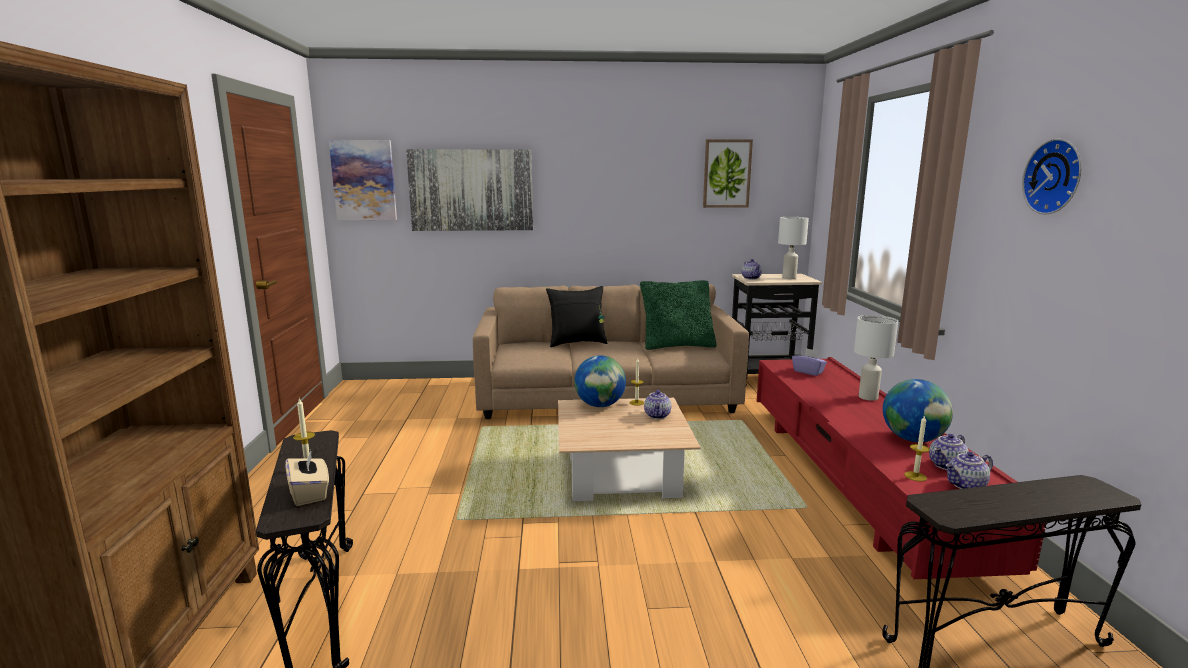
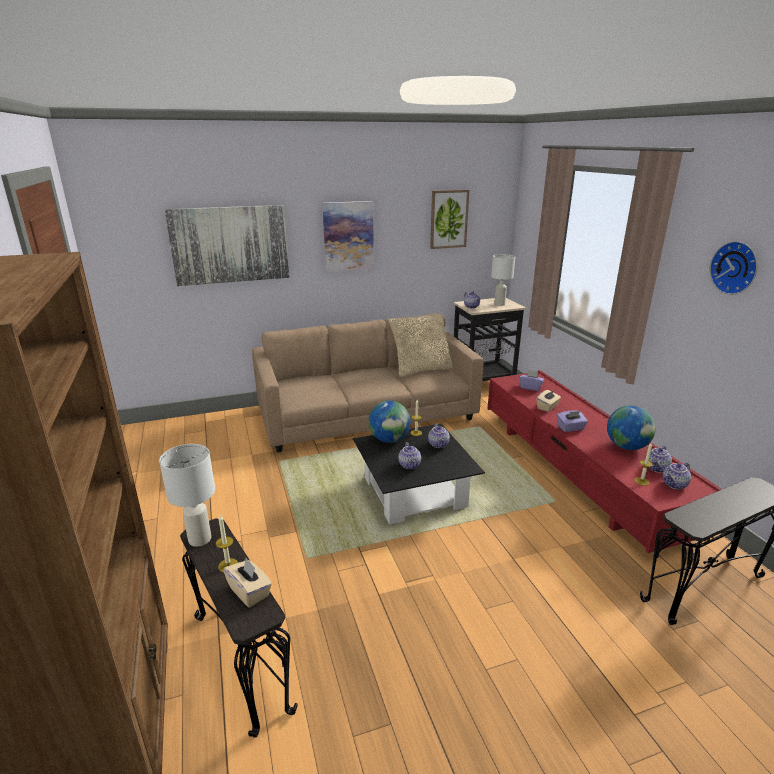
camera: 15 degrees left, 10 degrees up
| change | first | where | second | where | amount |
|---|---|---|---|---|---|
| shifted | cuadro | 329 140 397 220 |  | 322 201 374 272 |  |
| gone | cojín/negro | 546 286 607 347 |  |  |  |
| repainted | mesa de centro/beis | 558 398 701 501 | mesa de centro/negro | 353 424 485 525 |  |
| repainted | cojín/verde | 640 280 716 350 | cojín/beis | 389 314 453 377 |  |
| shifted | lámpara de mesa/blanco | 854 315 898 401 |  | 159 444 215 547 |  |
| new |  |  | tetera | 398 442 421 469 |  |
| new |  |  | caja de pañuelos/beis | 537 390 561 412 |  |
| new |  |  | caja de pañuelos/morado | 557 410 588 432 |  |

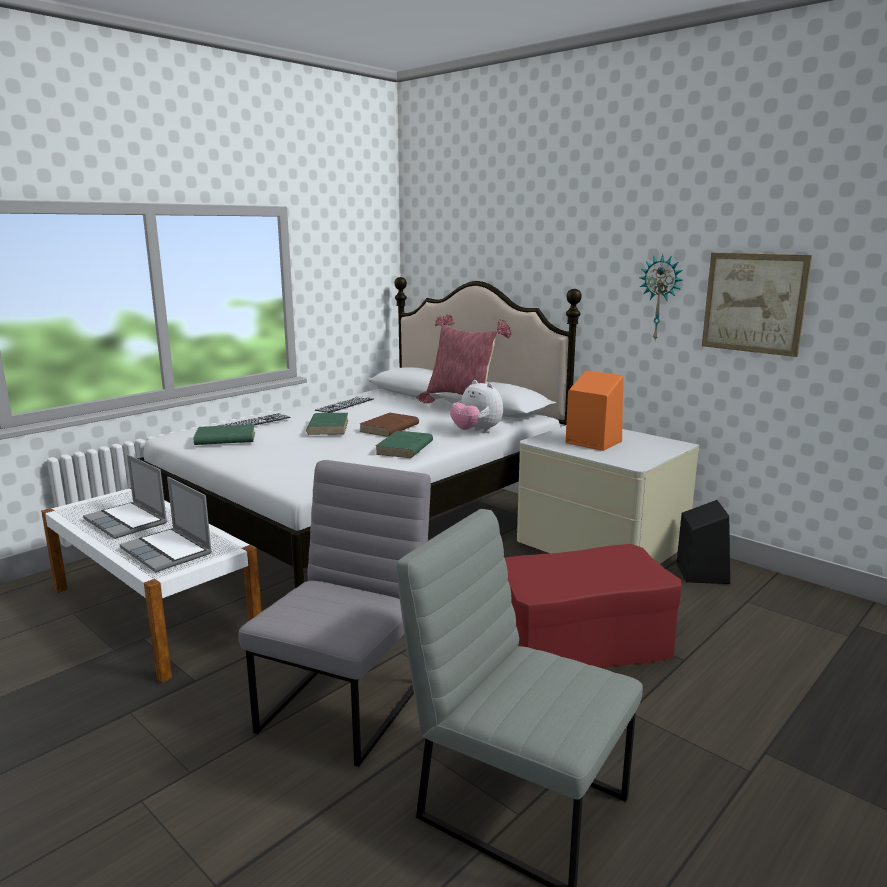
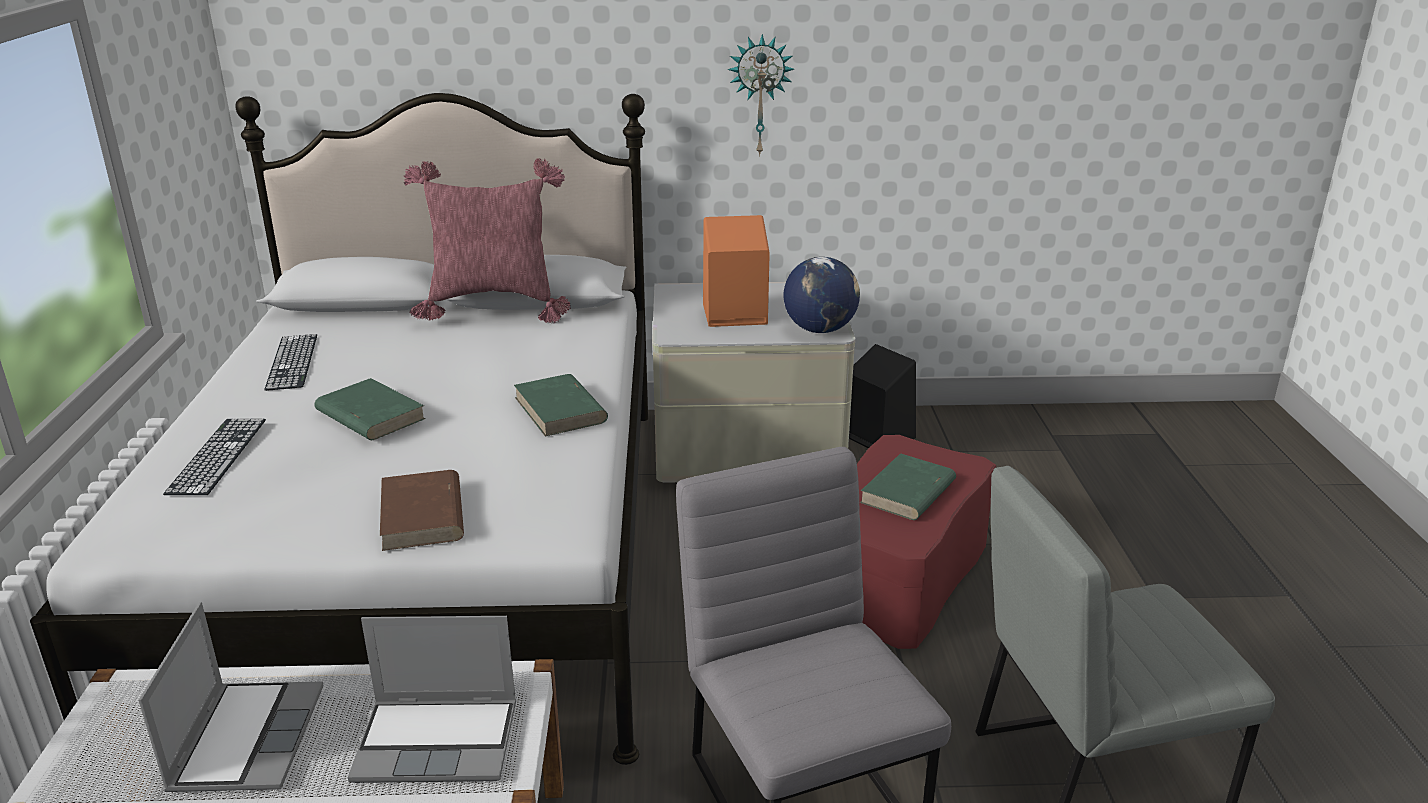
camera: 45 degrees left, 10 degrees up
| change | first | where | second | where | amount |
|---|---|---|---|---|---|
| rotated | portátil | 83 454 167 539 |  | 138 602 323 792 | 90 degrees counterclockwise |
| shifted | libro/verde | 194 424 255 445 |  | 860 453 956 520 |  |
| shifted | libro/marrón | 360 413 419 437 |  | 380 470 464 551 |  |
| gone | peluche | 450 380 503 433 |  |  |  |
| gone | cuadro | 702 253 812 357 |  |  |  |
| new |  |  | globo terráqueo | 783 257 860 333 |  |

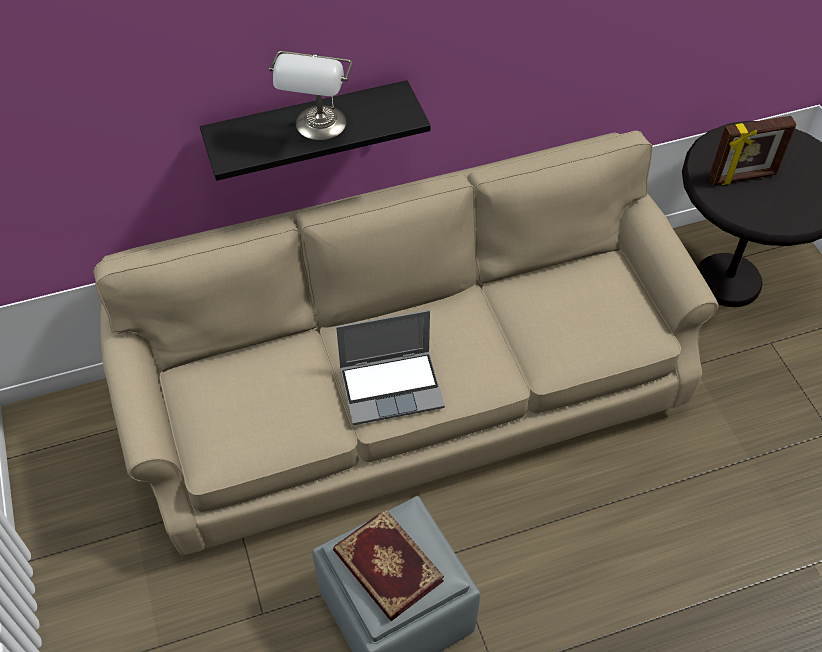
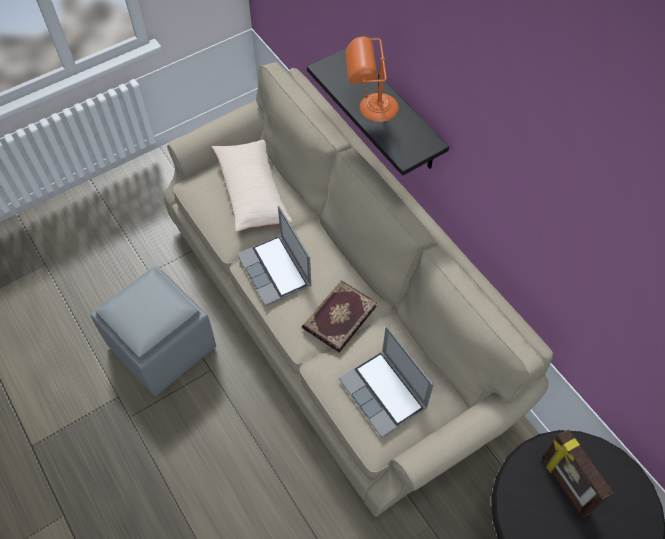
camera: 75 degrees right, 5 degrees up
| change | first | where | second | where | amount |
|---|---|---|---|---|---|
| repainted | lámpara de mesa/blanco | 269 51 353 140 | lámpara de mesa/naranja | 346 37 399 122 |  |
| shifted | libro | 333 509 444 621 |  | 302 280 377 353 |  |
| new |  |  | cojín/beis | 212 140 293 232 |  |
| new |  |  | portátil | 339 326 434 438 |  |

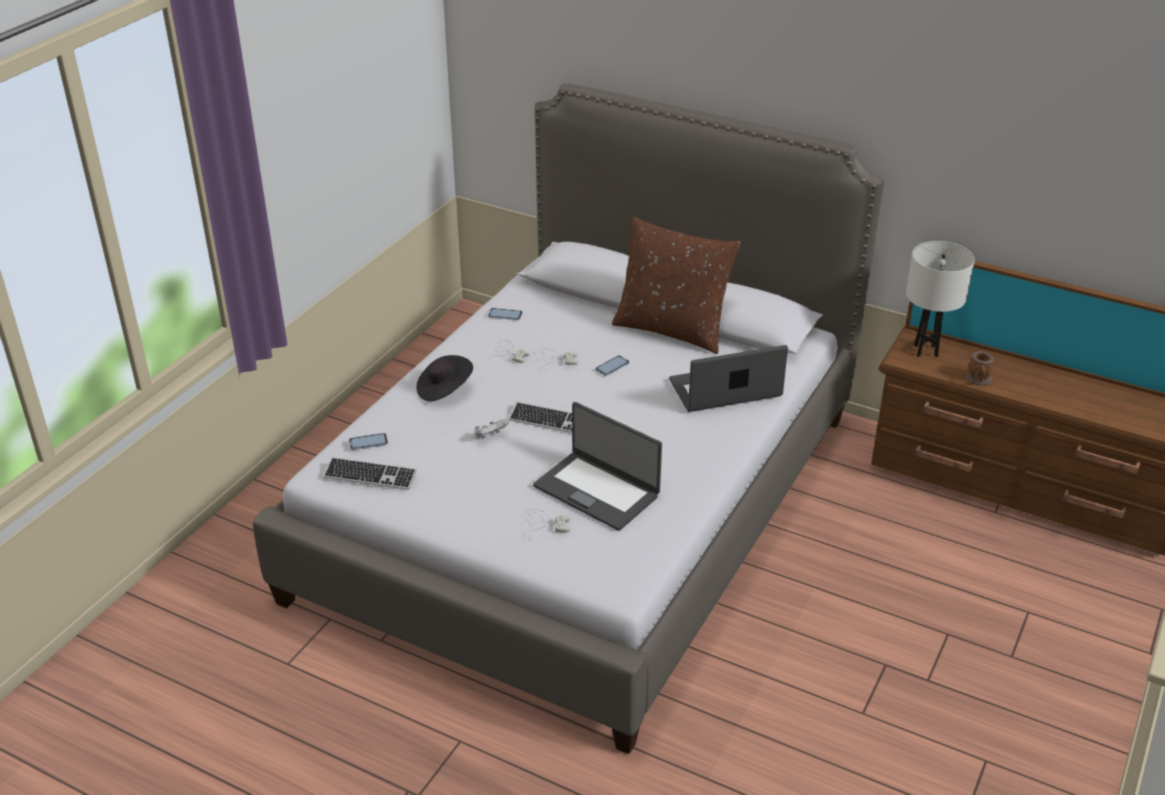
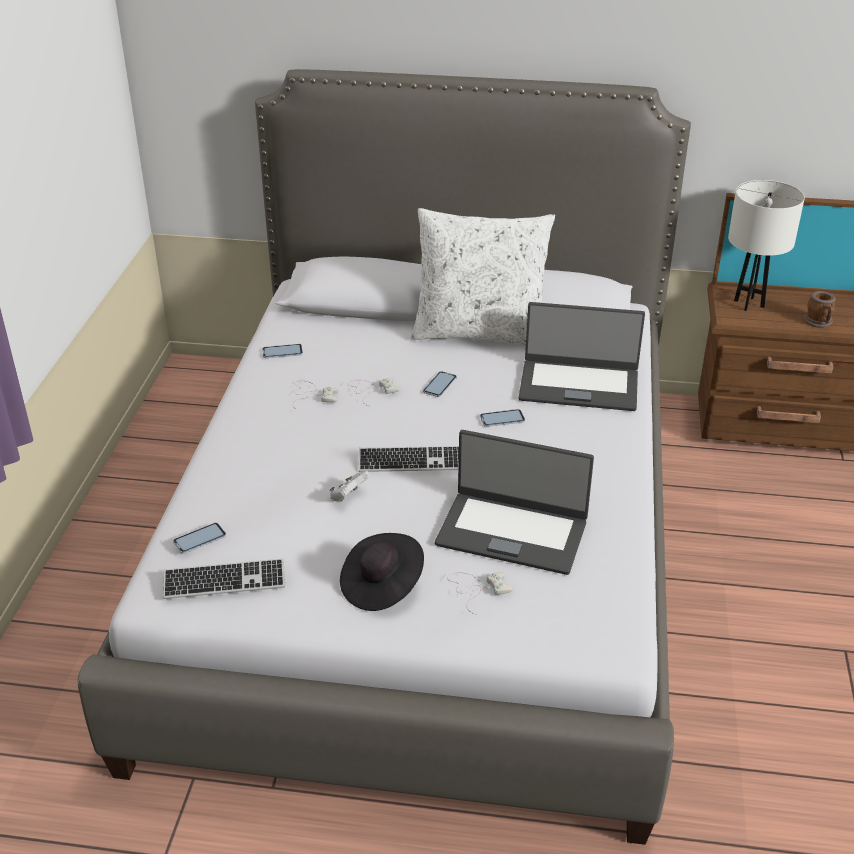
camera: 20 degrees left, 0 degrees up
| change | first | where | second | where | amount |
|---|---|---|---|---|---|
| shifted | sombrero/negro | 416 355 473 401 |  | 340 533 424 611 |  |
| repainted | cojín/marrón | 612 217 741 354 | cojín/blanco | 411 208 555 345 |  |
| rotated | portátil | 669 345 788 412 |  | 519 302 645 411 | 135 degrees counterclockwise |
| new |  |  | móvil | 480 409 525 427 |  |

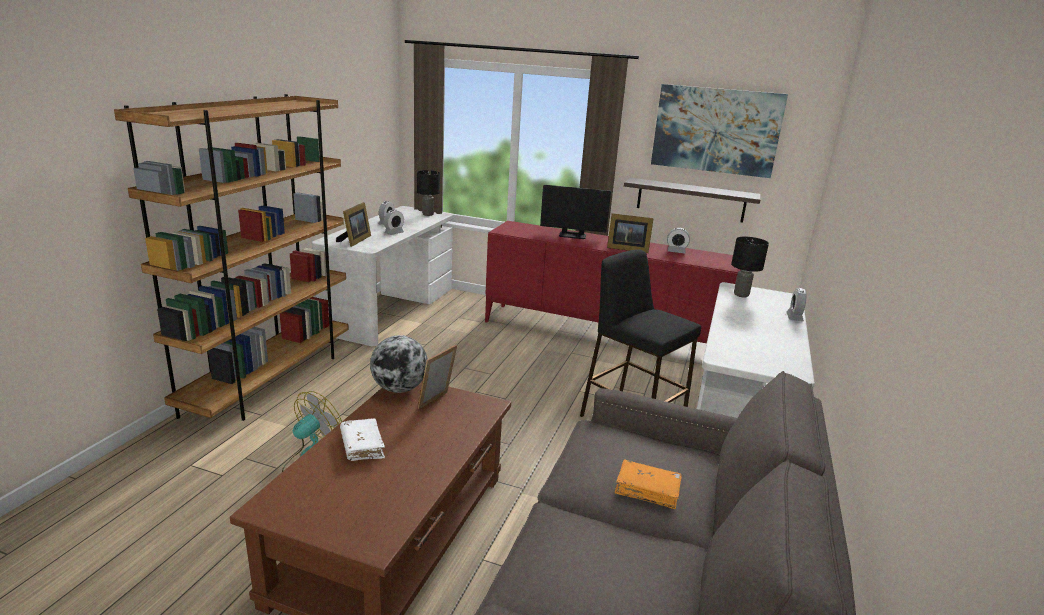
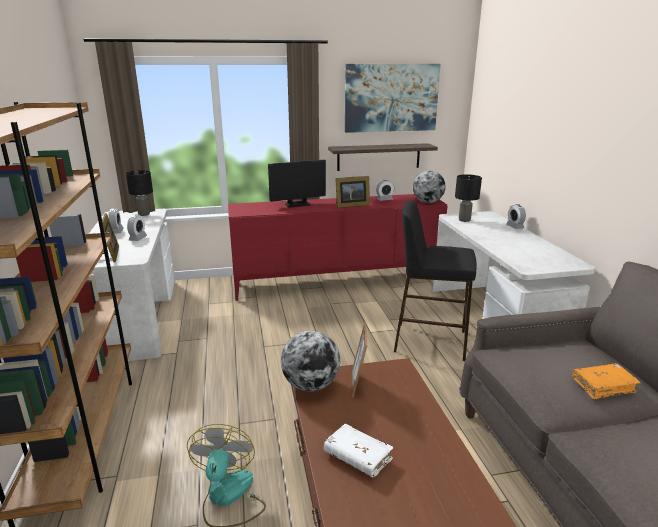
camera: 30 degrees left, 0 degrees up
| change | first | where | second | where | amount |
|---|---|---|---|---|---|
| new |  |  | globo terráqueo | 413 171 445 203 |  |

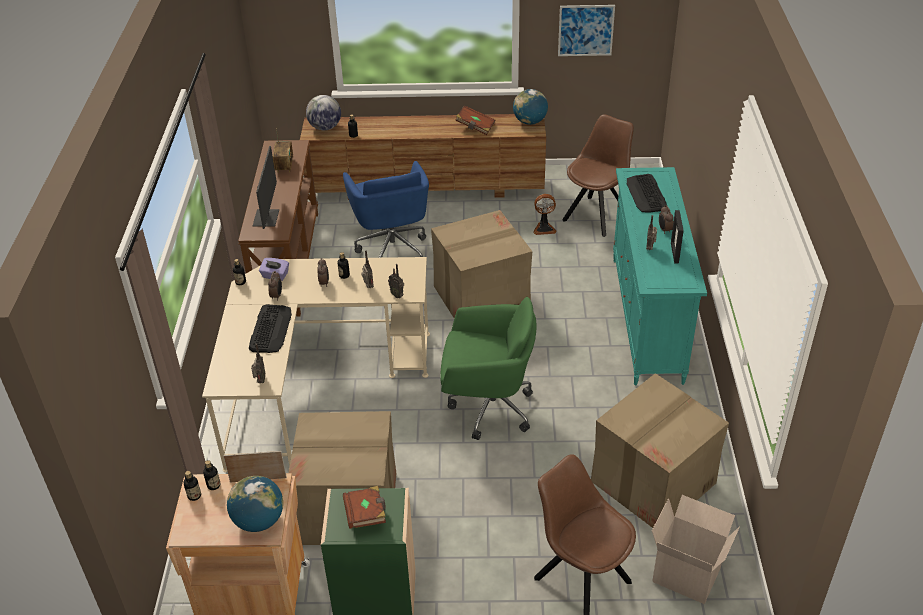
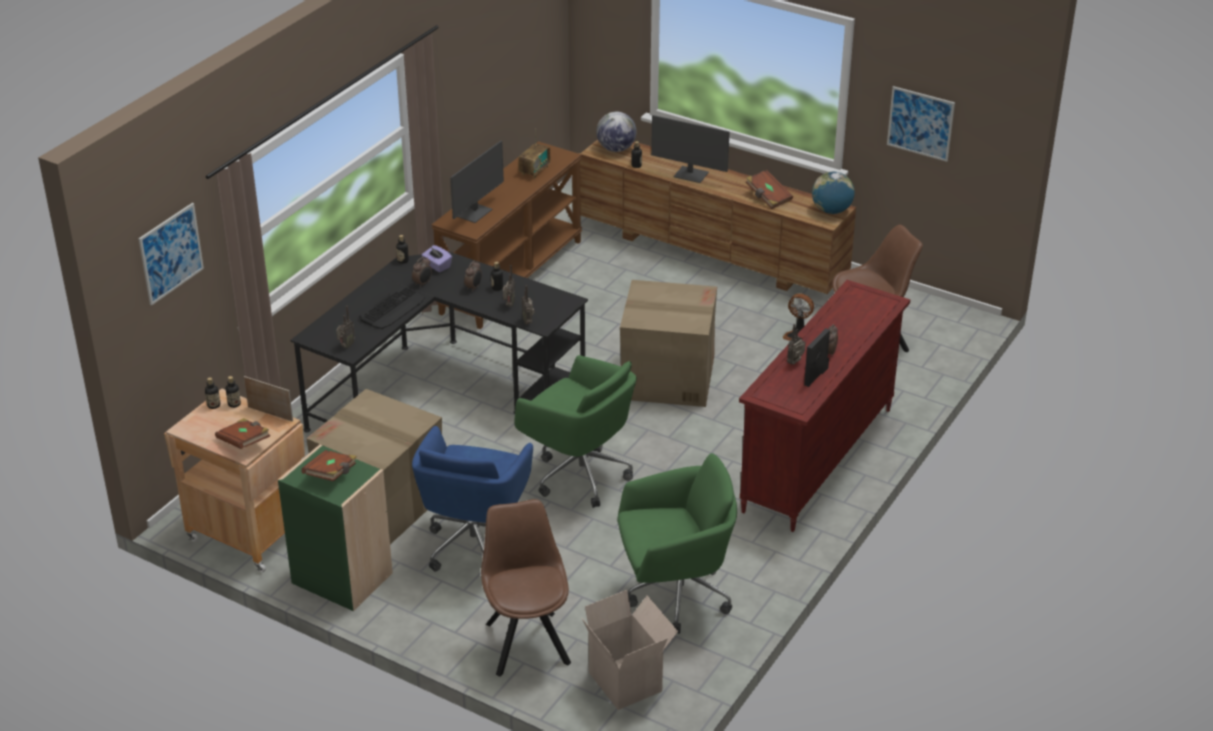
camera: 30 degrees right, 5 degrees down
| change | first | where | second | where | amount |
|---|---|---|---|---|---|
| repainted | escritorio/beis | 202 257 430 472 | escritorio/negro | 291 251 588 432 |  |
| swapped | globo terráqueo | 227 476 283 532 | libro/marrón | 215 418 270 449 |  |
| shifted | silla de oficina/azul | 343 161 429 258 |  | 412 426 533 572 |  |
| swapped | caja de cartón | 591 373 729 528 | silla de oficina/verde | 617 453 737 634 |  |
| repainted | cómoda/turquesa | 613 167 707 386 | cómoda/rojo | 739 280 910 532 |  |
| gone | teclado | 627 174 667 213 |  |  |  |
| new |  |  | cuadro | 138 203 204 305 |  |
| new |  |  | monitor | 651 115 730 183 |  |

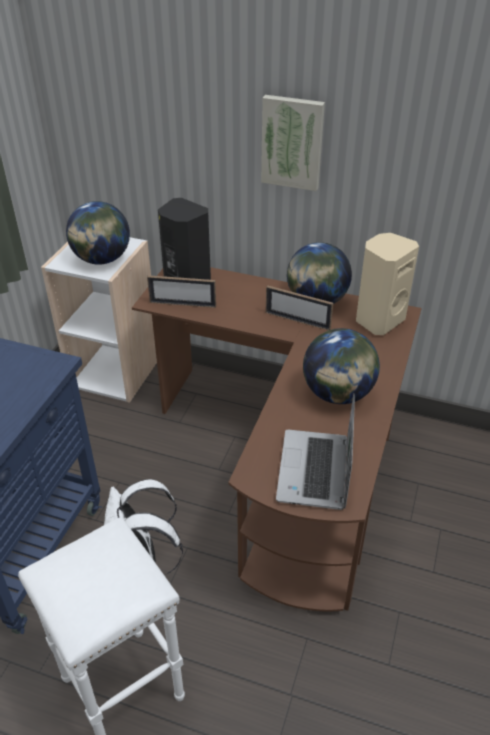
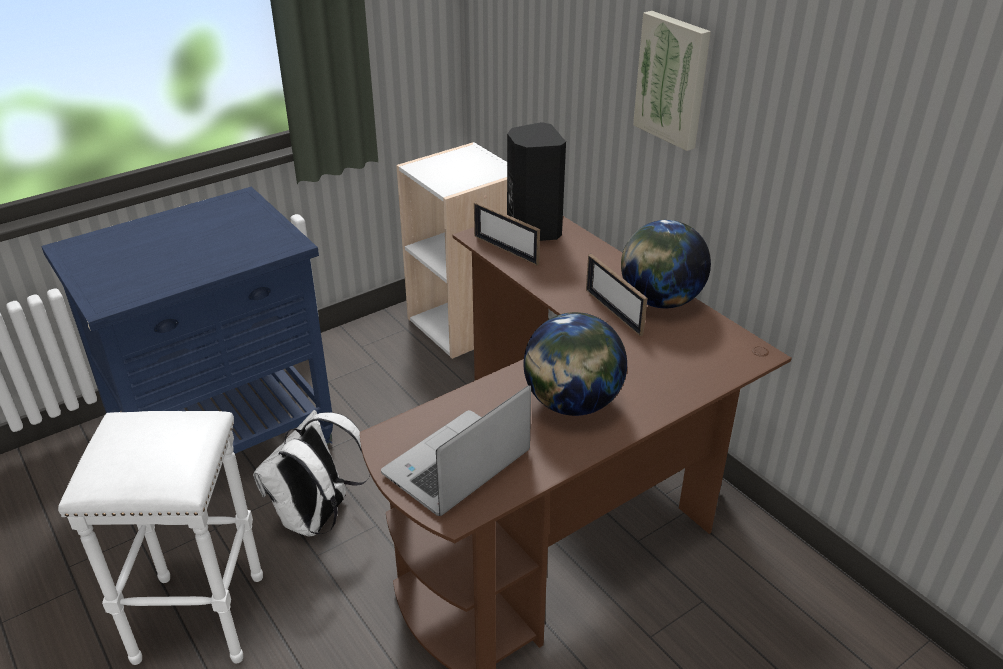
camera: 35 degrees right, 5 degrees down
| change | first | where | second | where | amount |
|---|---|---|---|---|---|
| gone | globo terráqueo | 66 201 130 265 |  |  |  |
| gone | altavoz/beis | 356 233 419 335 |  |  |  |

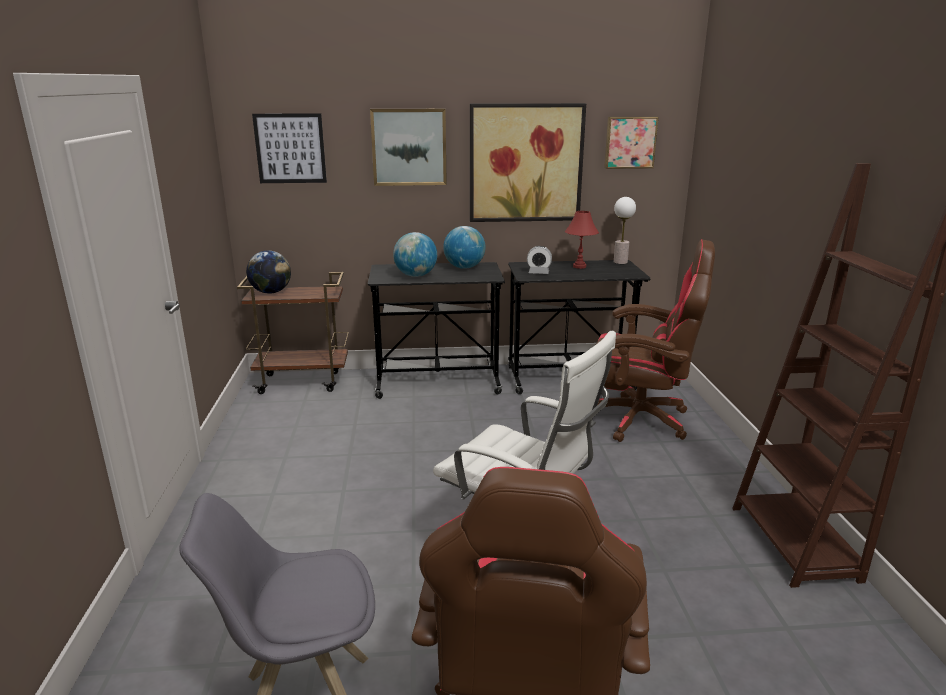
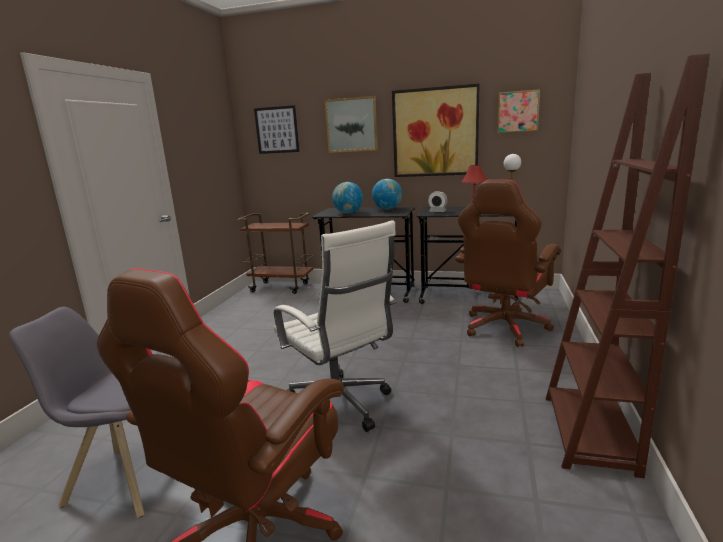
camera: 20 degrees right, 5 degrees down
| change | first | where | second | where | amount |
|---|---|---|---|---|---|
| gone | globo terráqueo | 246 251 291 294 |  |  |  |
| rotated | silla de oficina/marrón | 596 239 715 442 |  | 455 180 561 347 | 90 degrees clockwise |

